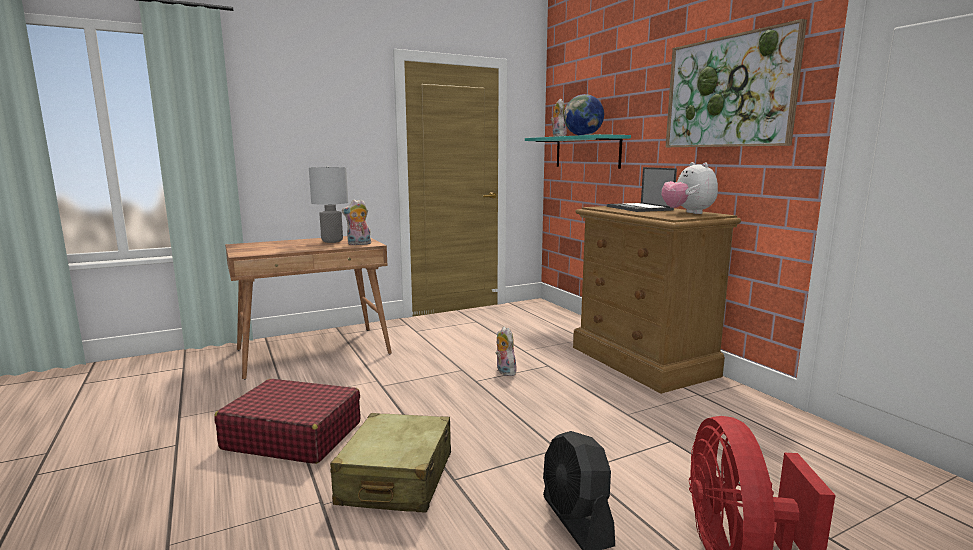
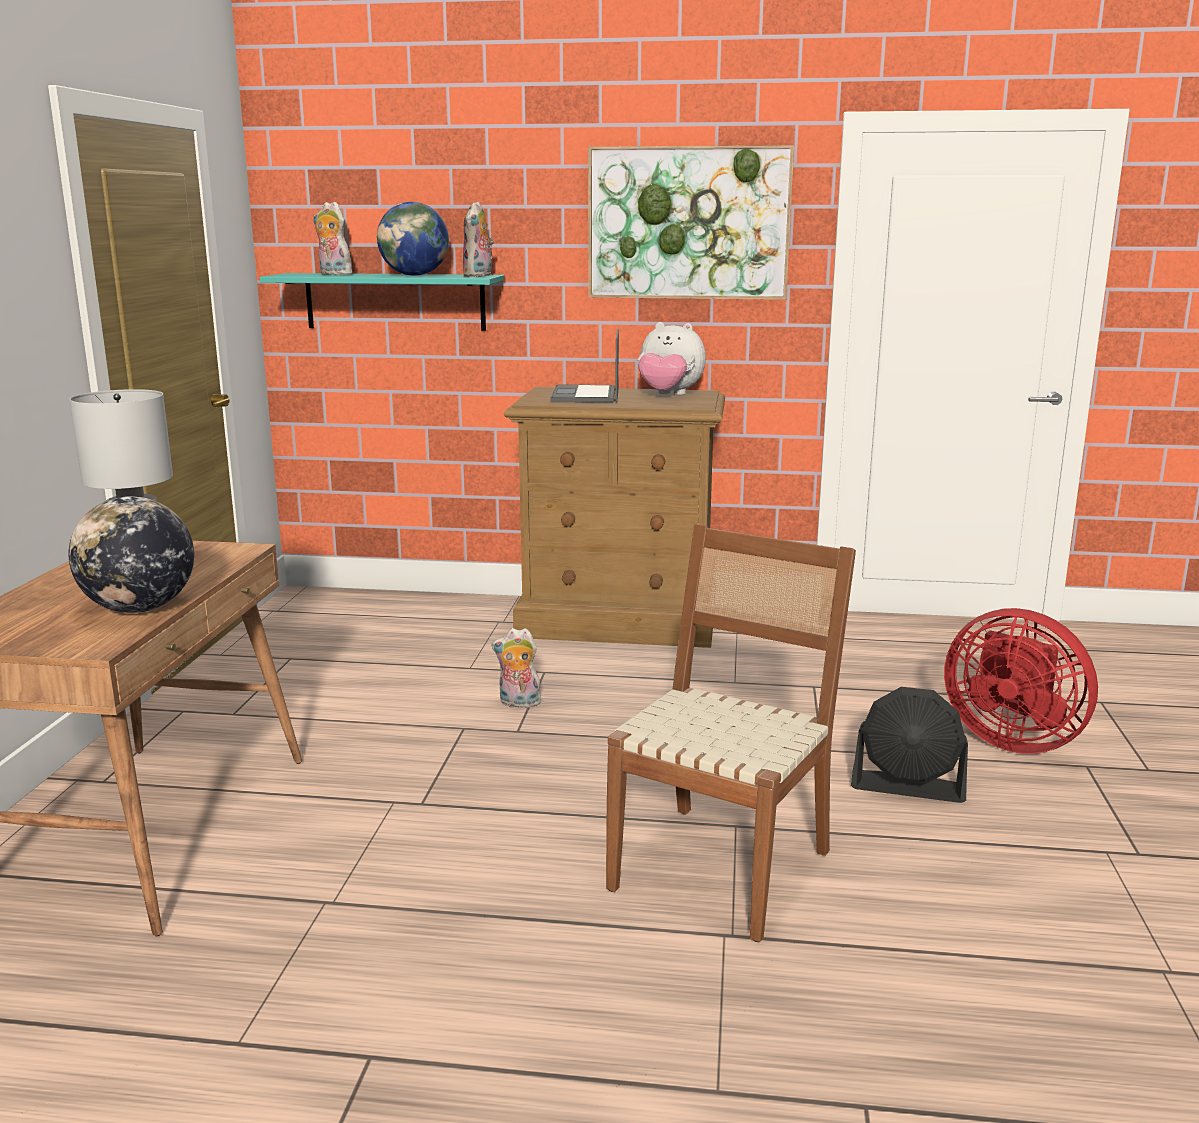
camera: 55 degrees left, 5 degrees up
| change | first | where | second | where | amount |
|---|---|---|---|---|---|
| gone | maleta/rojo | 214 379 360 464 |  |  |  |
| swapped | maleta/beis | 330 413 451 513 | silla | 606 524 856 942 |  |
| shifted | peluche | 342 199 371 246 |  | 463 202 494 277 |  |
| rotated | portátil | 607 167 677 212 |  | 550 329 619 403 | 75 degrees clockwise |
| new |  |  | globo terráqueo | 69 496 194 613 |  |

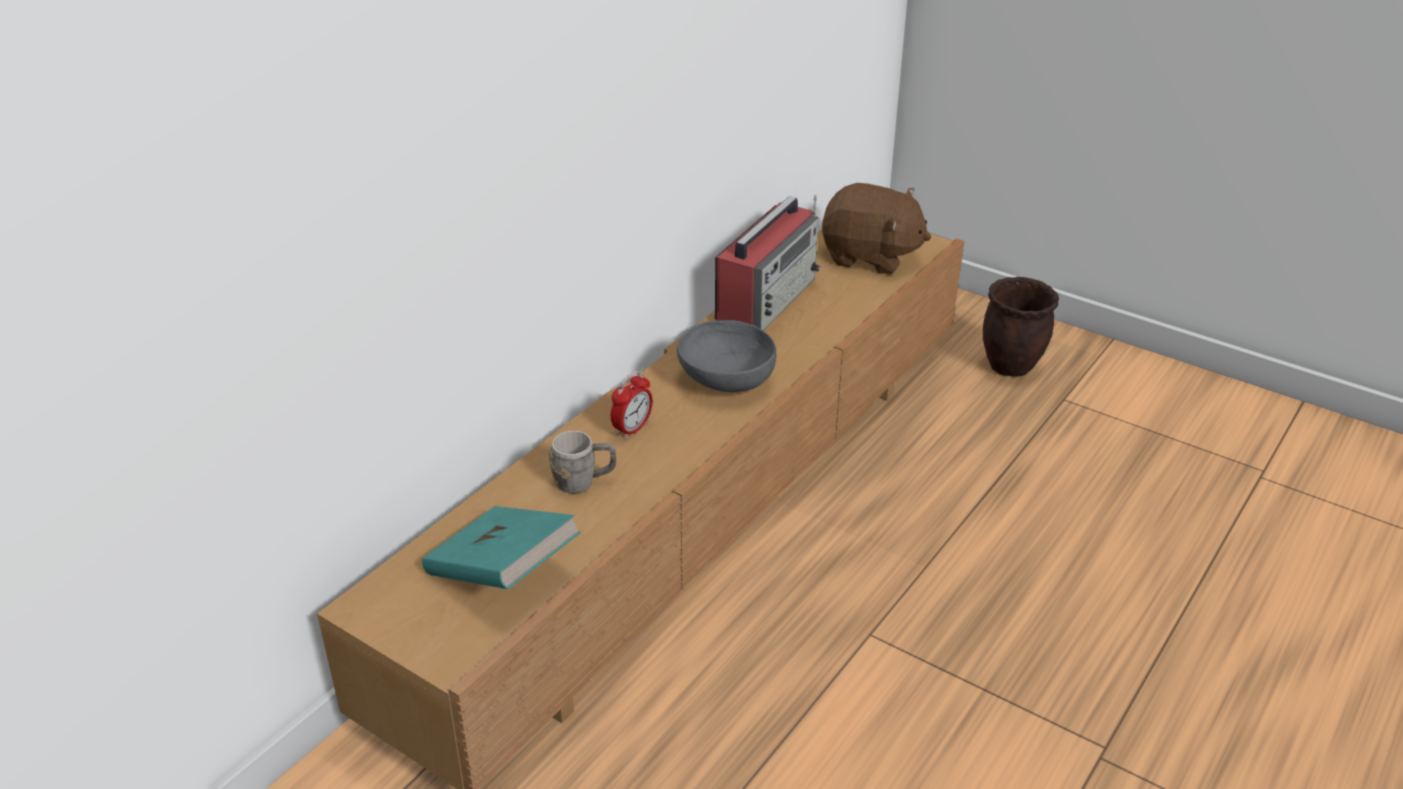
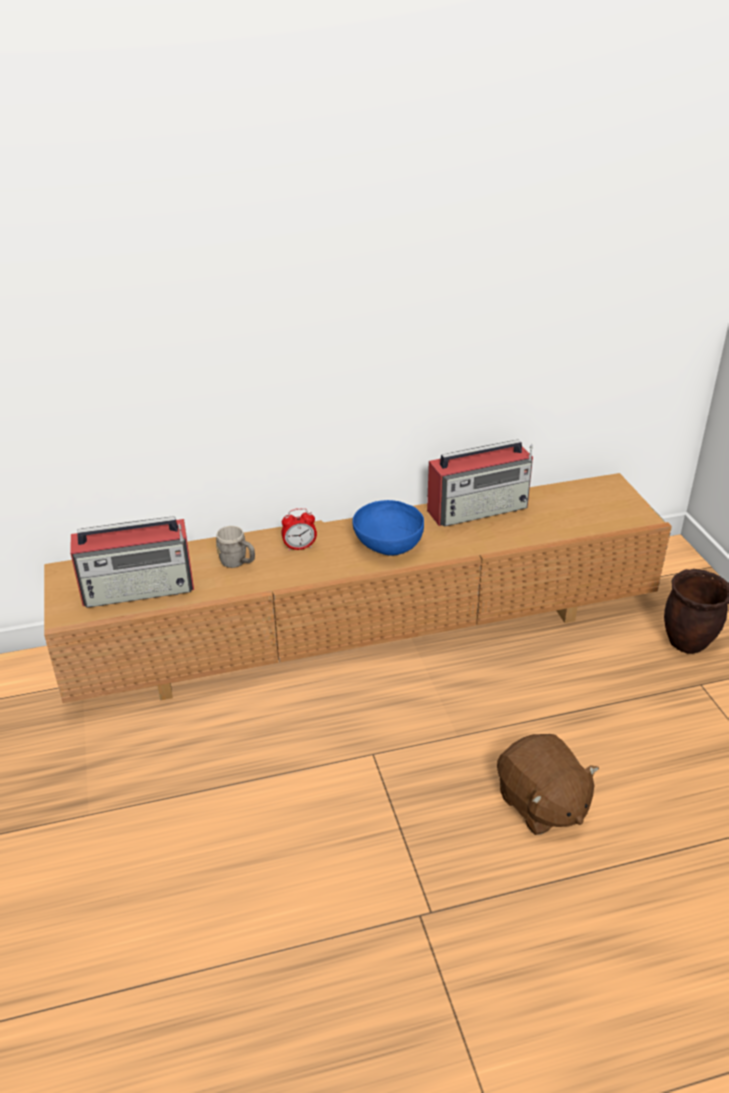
camera: 40 degrees right, 0 degrees up
| change | first | where | second | where | amount |
|---|---|---|---|---|---|
| swapped | libro/turquesa | 422 506 581 589 | radio | 70 516 194 608 |  |
| repainted | cuenco/gris | 677 320 776 392 | cuenco/azul | 352 500 424 556 |  |
| shifted | peluche/marrón | 822 183 931 275 |  | 497 734 599 835 |  |

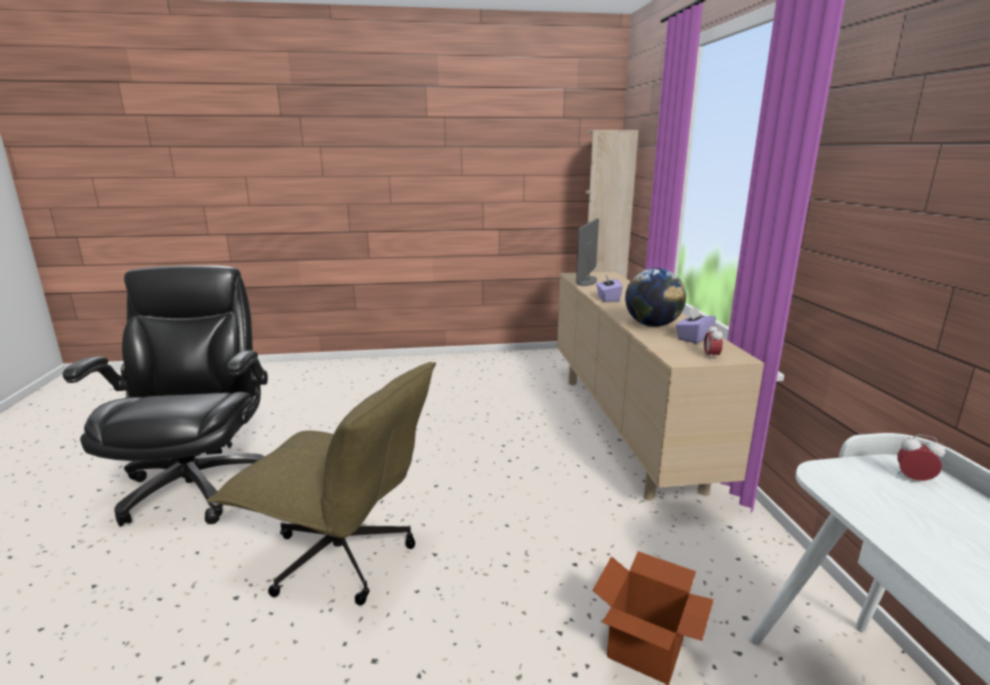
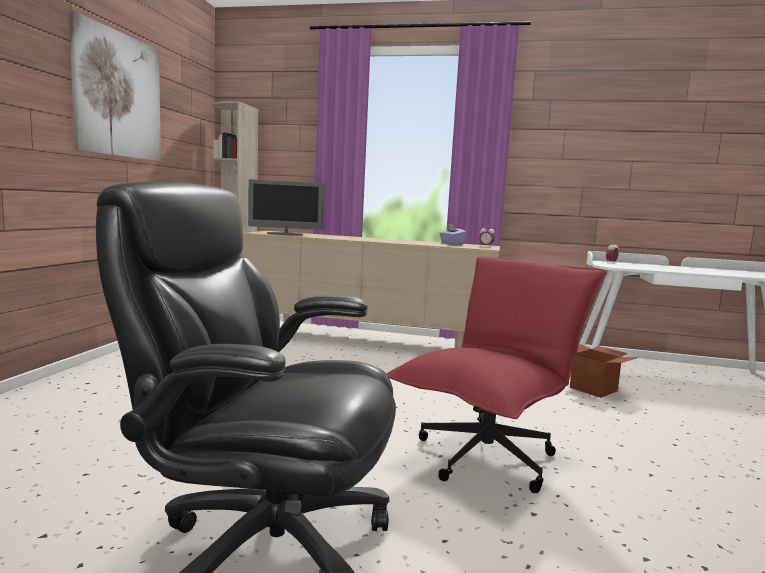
camera: 70 degrees left, 10 degrees down
| change | first | where | second | where | amount |
|---|---|---|---|---|---|
| repainted | silla de oficina/beis | 207 362 436 605 | silla de oficina/rojo | 387 257 605 493 |  |
| rotated | monitor | 576 219 599 286 |  | 248 179 324 236 | 45 degrees counterclockwise |
| gone | caja de pañuelos/morado | 596 275 623 302 |  |  |  |
| gone | globo terráqueo | 625 268 686 327 |  |  |  |
| new |  |  | cuadro | 69 10 161 161 |  |

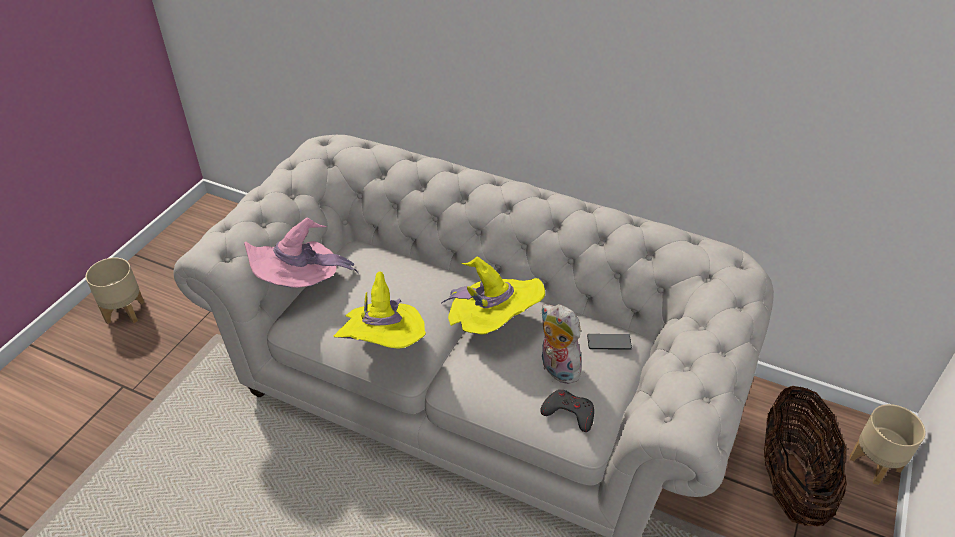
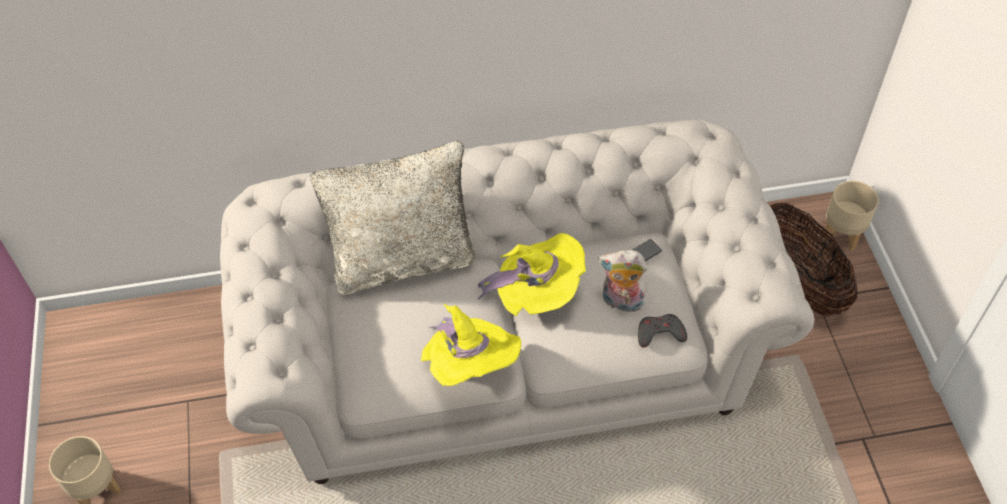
camera: 35 degrees left, 10 degrees up
| change | first | where | second | where | amount |
|---|---|---|---|---|---|
| gone | sombrero/rosa | 244 218 359 288 |  |  |  |
| new |  |  | cojín/beis | 310 140 475 295 |  |

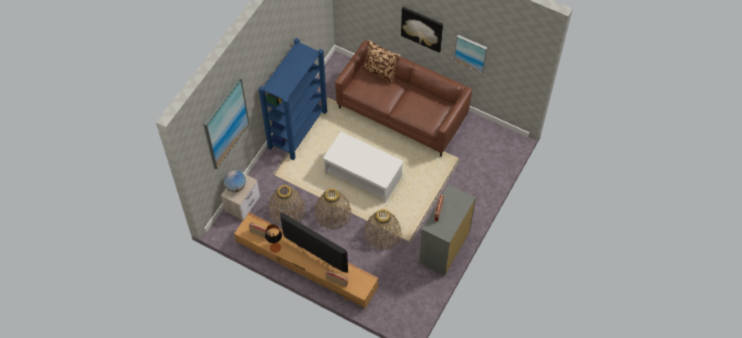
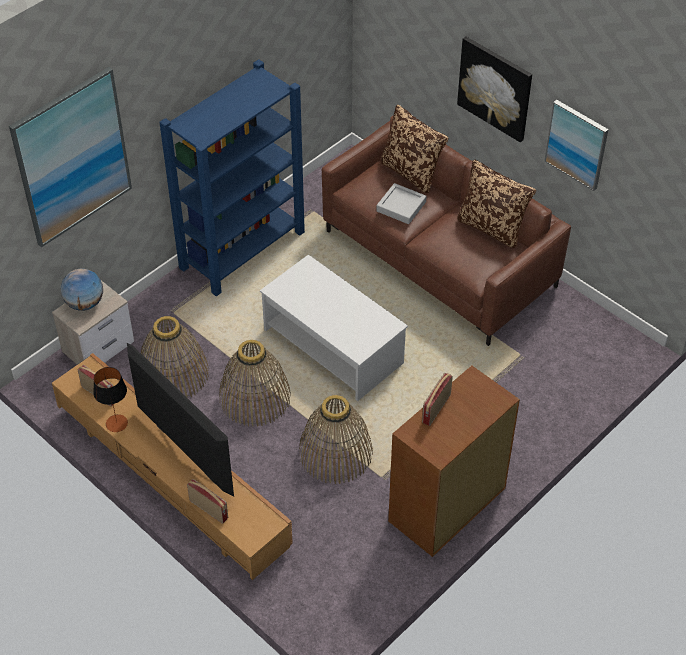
camera: 15 degrees right, 10 degrees down
| change | first | where | second | where | amount |
|---|---|---|---|---|---|
| repainted | armario/gris | 419 185 476 276 | armario/marrón | 388 365 520 557 |  |
| new |  |  | bandeja/gris | 376 183 427 224 |  |
| new |  |  | cojín/marrón | 457 160 536 248 |  |

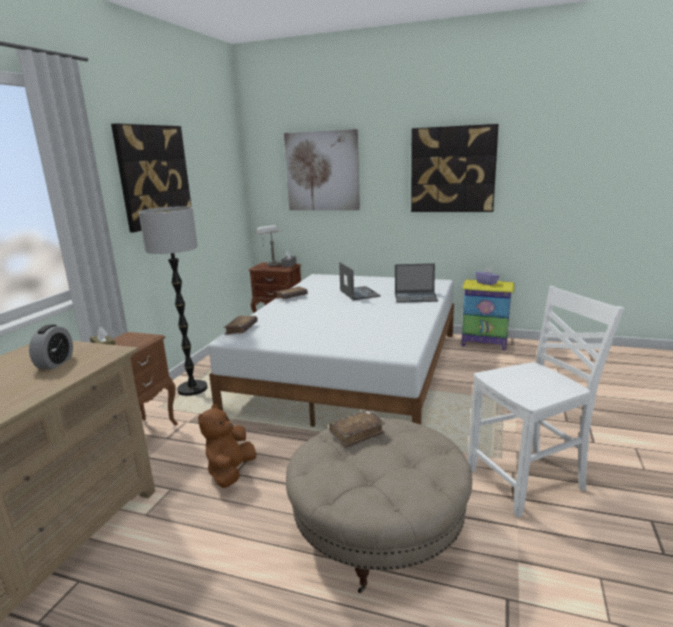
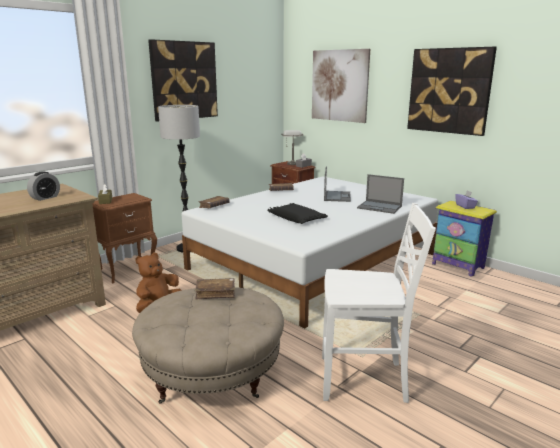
camera: 25 degrees right, 0 degrees up
| change | first | where | second | where | amount |
|---|---|---|---|---|---|
| new |  |  | cojín/negro | 267 203 328 224 |  |

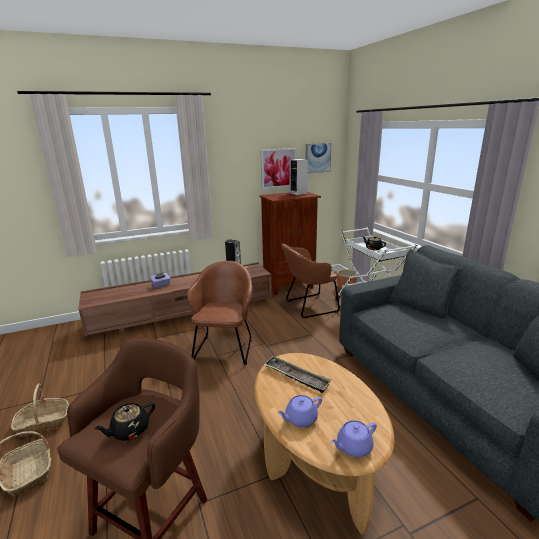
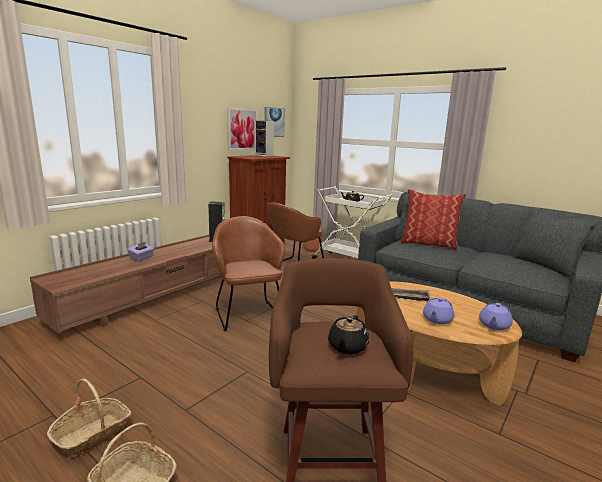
camera: 30 degrees left, 5 degrees down
| change | first | where | second | where | amount |
|---|---|---|---|---|---|
| new |  |  | cojín | 400 189 466 250 |  |

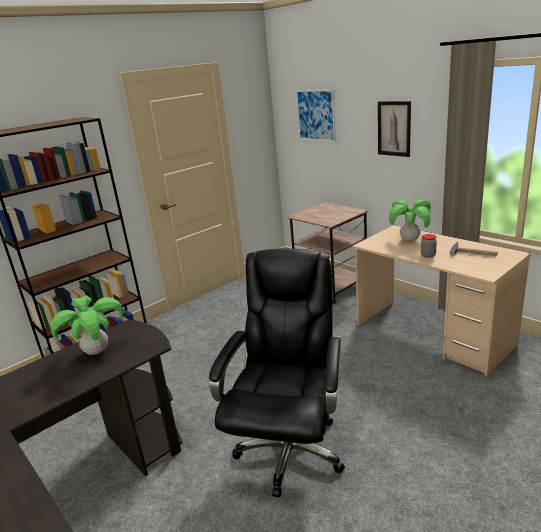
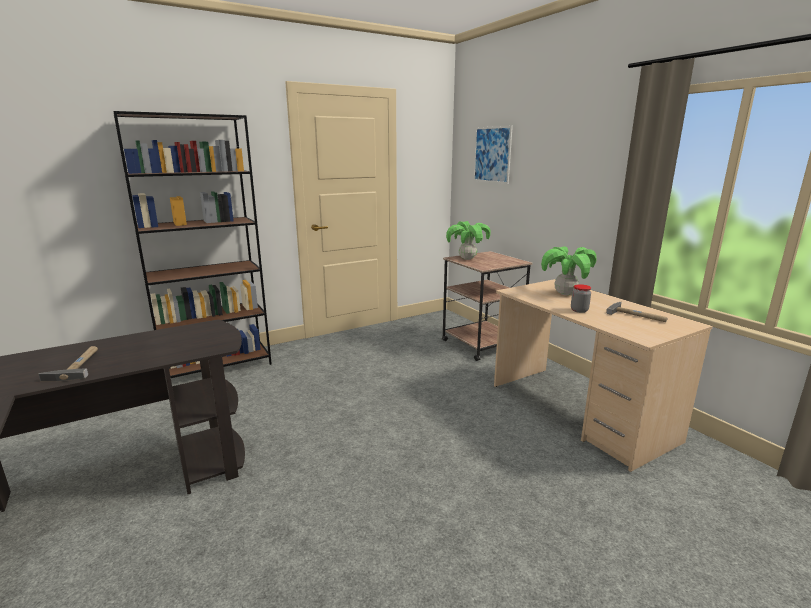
camera: 10 degrees right, 5 degrees down
| change | first | where | second | where | amount |
|---|---|---|---|---|---|
| shifted | planta en maceta | 50 295 124 355 |  | 446 221 491 260 |  |
| gone | silla de oficina/negro | 209 248 345 498 |  |  |  |
| gone | cuadro | 378 101 411 157 |  |  |  |
| new |  |  | martillo | 39 346 98 381 |  |

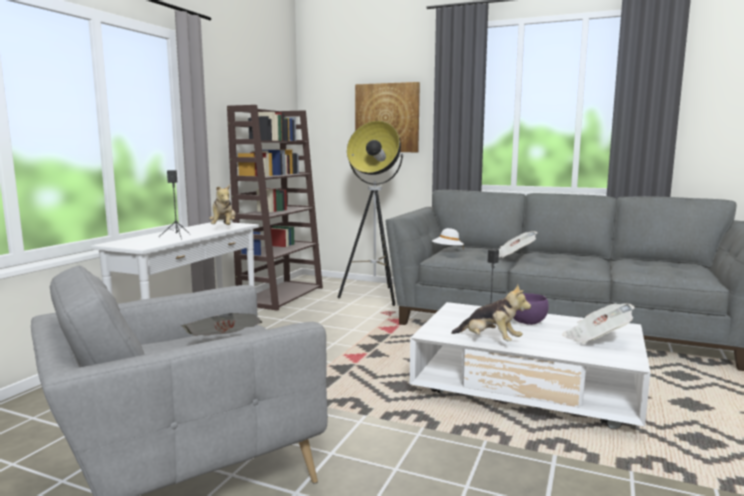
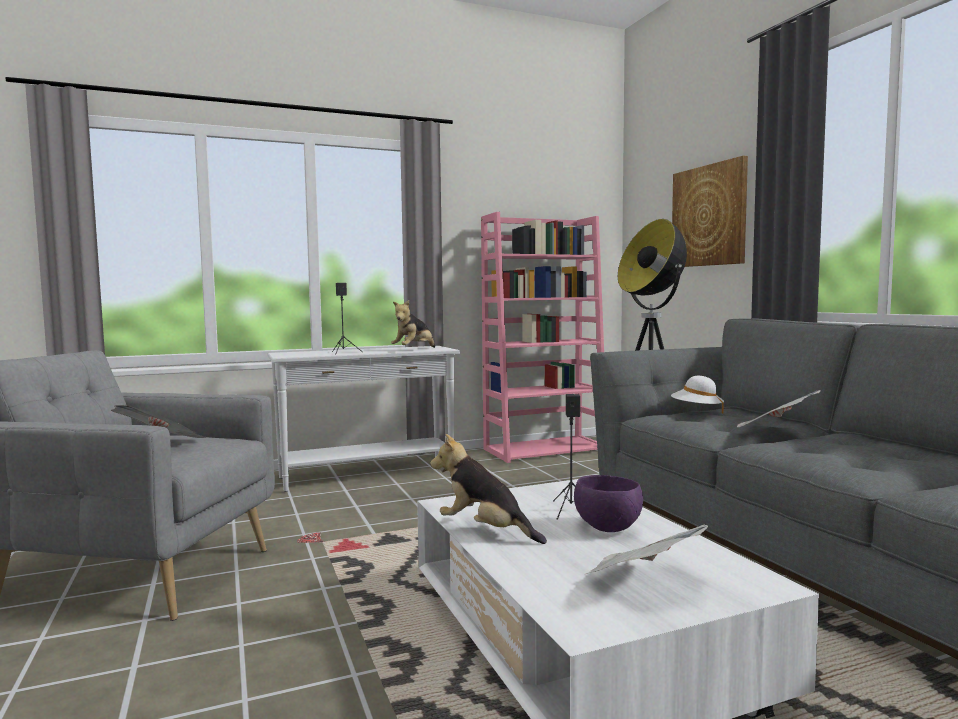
camera: 45 degrees right, 5 degrees down
| change | first | where | second | where | amount |
|---|---|---|---|---|---|
| repainted | estantería/marrón | 227 105 323 311 | estantería/rosa | 481 212 604 463 |  |
| rotated | peluche | 451 284 531 341 |  | 430 434 547 544 | 135 degrees clockwise |

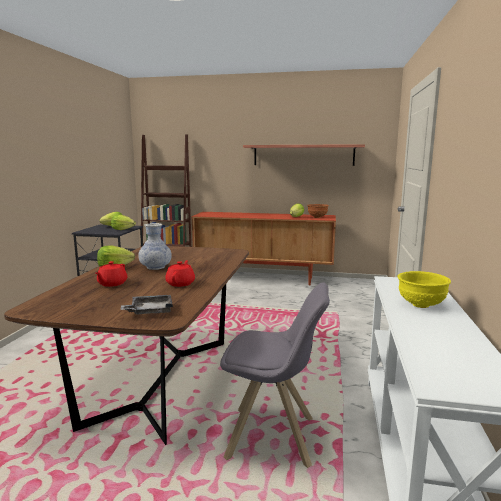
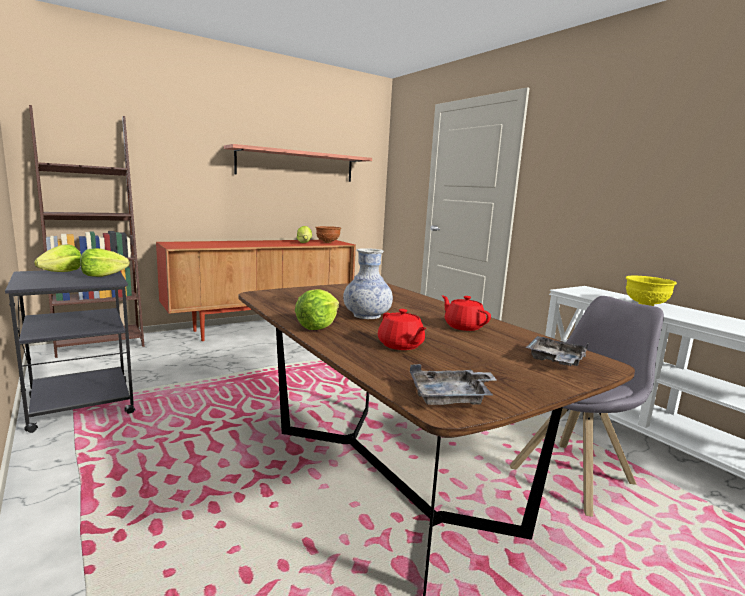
camera: 45 degrees left, 0 degrees up
| change | first | where | second | where | amount |
|---|---|---|---|---|---|
| new |  |  | bandeja/gris | 410 364 498 405 |  |

